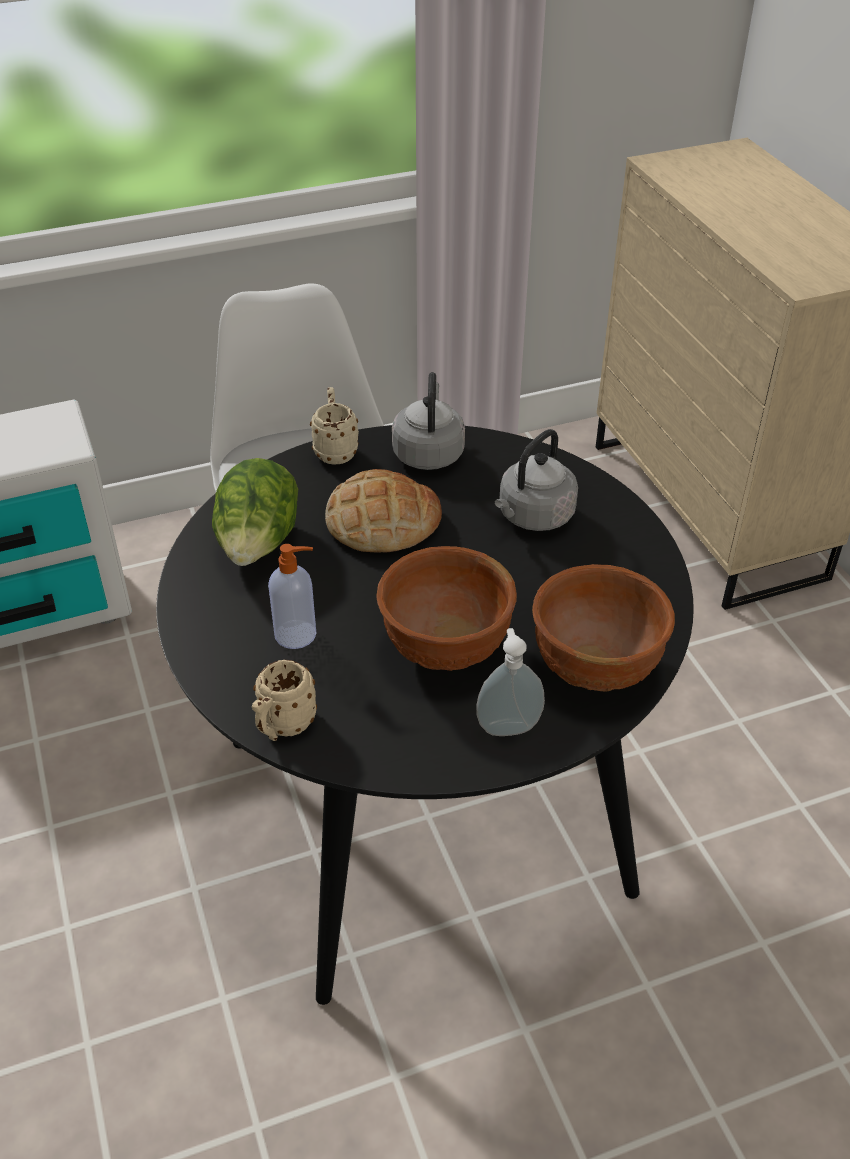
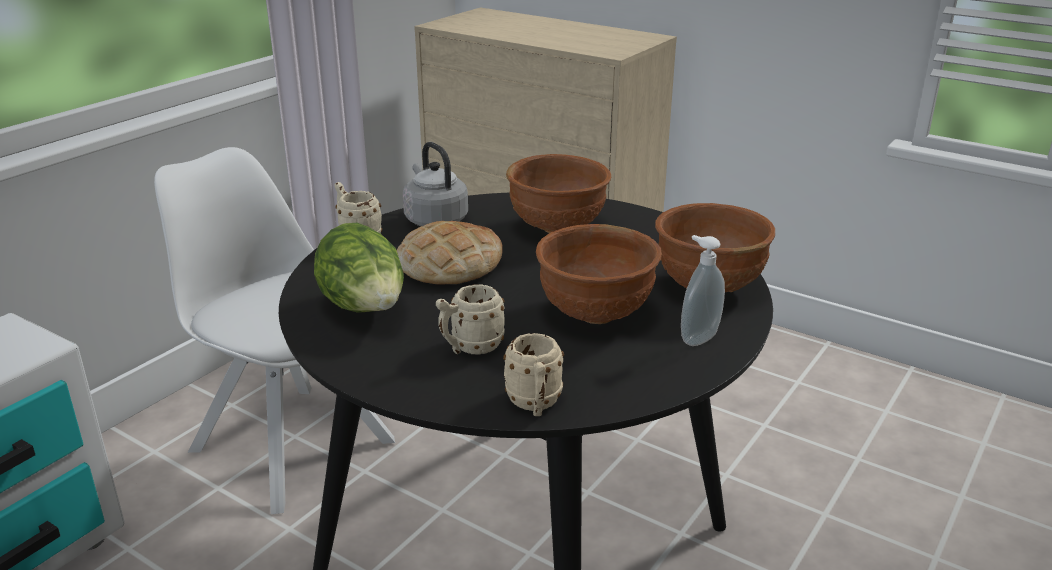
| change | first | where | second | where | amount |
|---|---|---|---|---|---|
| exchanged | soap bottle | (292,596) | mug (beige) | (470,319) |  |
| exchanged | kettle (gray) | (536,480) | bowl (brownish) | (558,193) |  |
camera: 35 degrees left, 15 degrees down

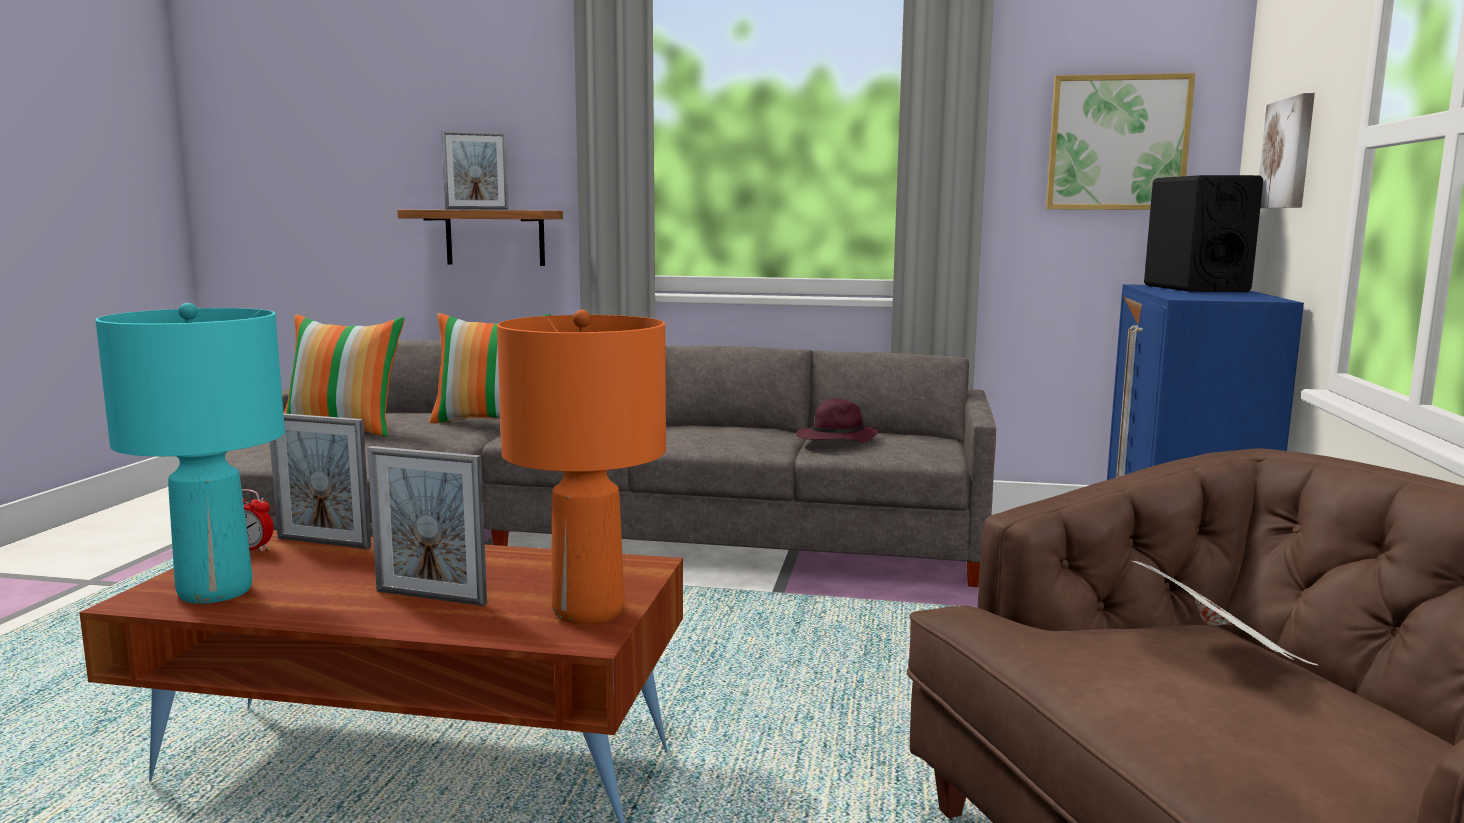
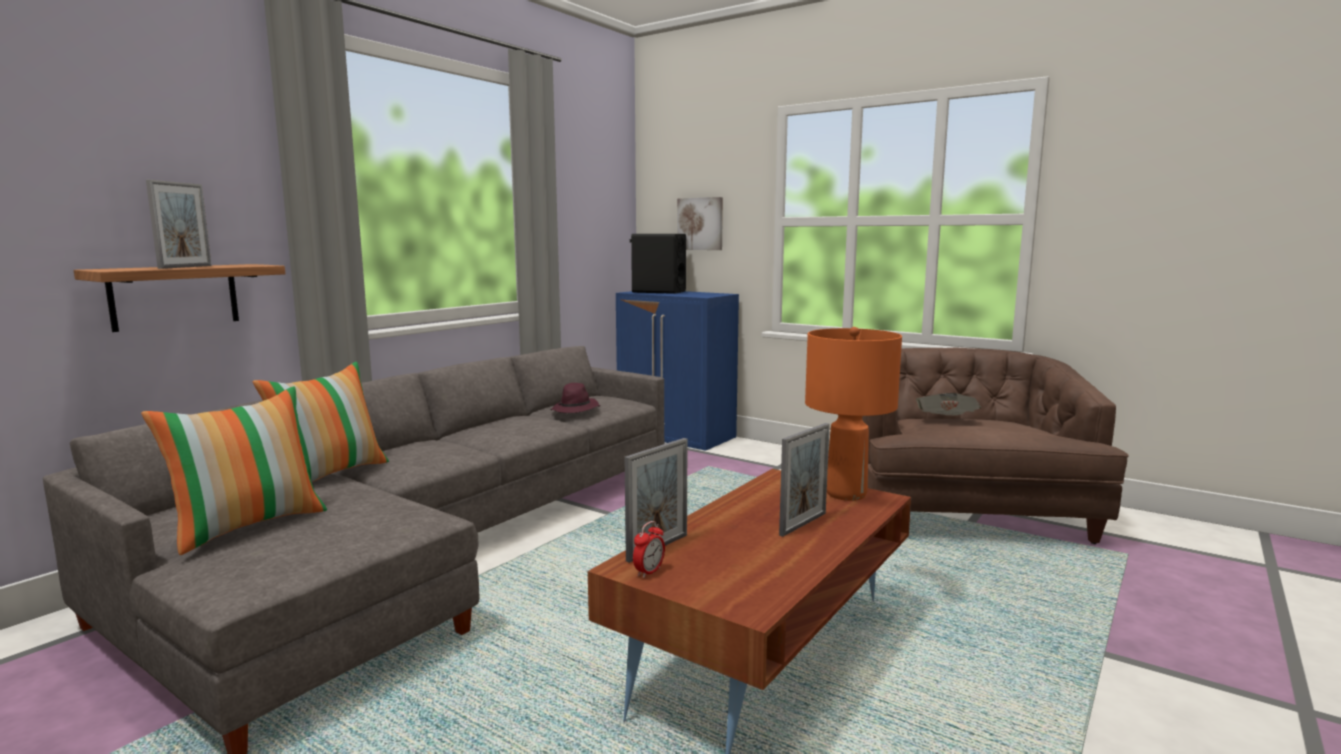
| change | first | where | second | where | amount |
|---|---|---|---|---|---|
| missing | lamp for a table (blue-green) | (190,453) |  |  |  |
| missing | picture | (1120,141) |  |  |  |
camera: 65 degrees left, 0 degrees up

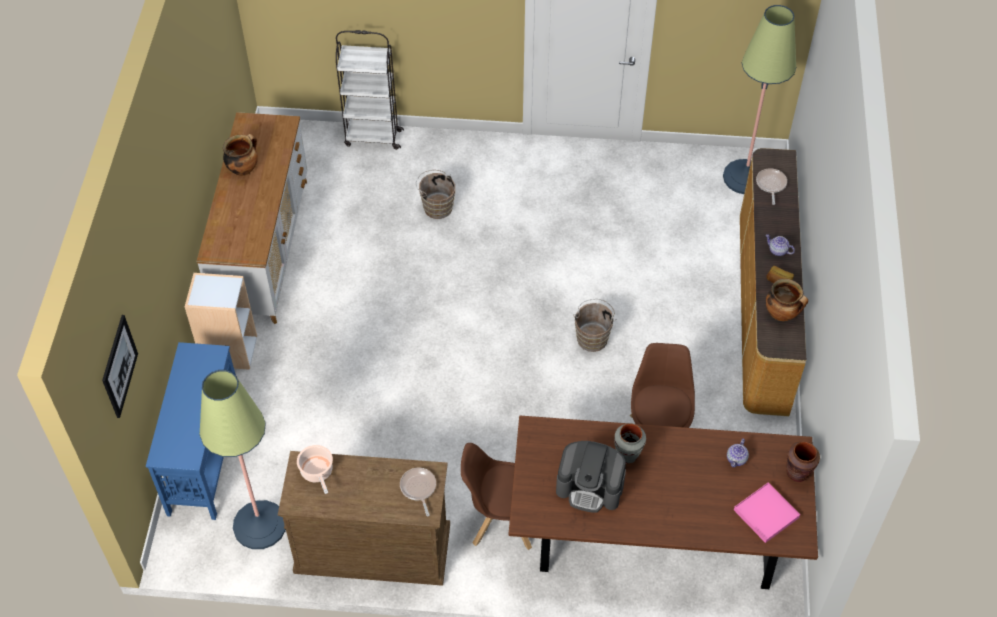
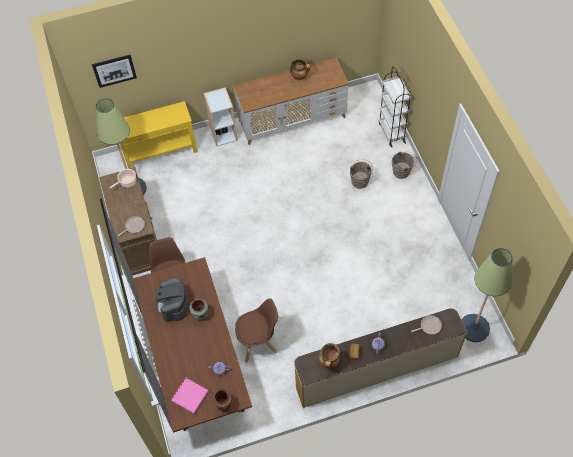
| change | first | where | second | where | amount |
|---|---|---|---|---|---|
| colour | hall table (bluish) | (191,431) | hall table (yellow) | (158,135) |  |
| relocated | pail (brownish) | (595,325) |  | (404,165) |  |
camera: 70 degrees right, 5 degrees up

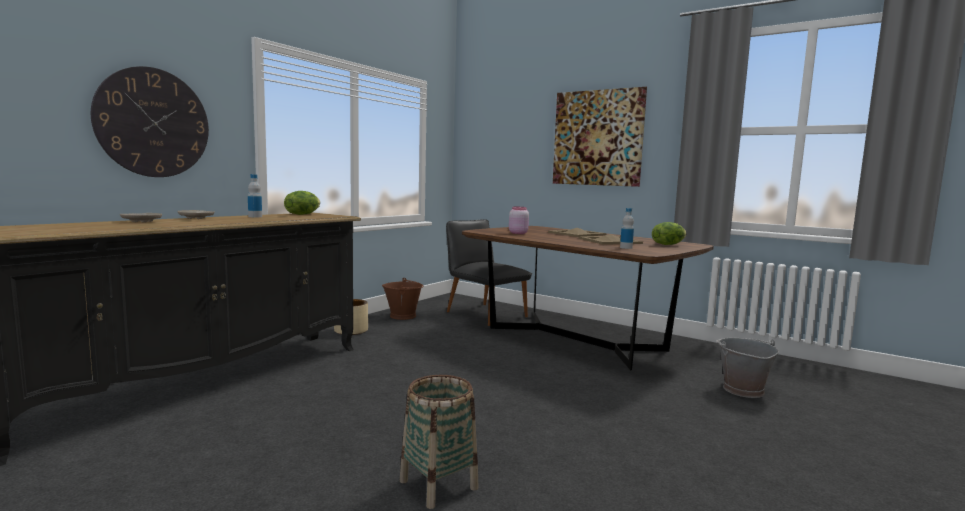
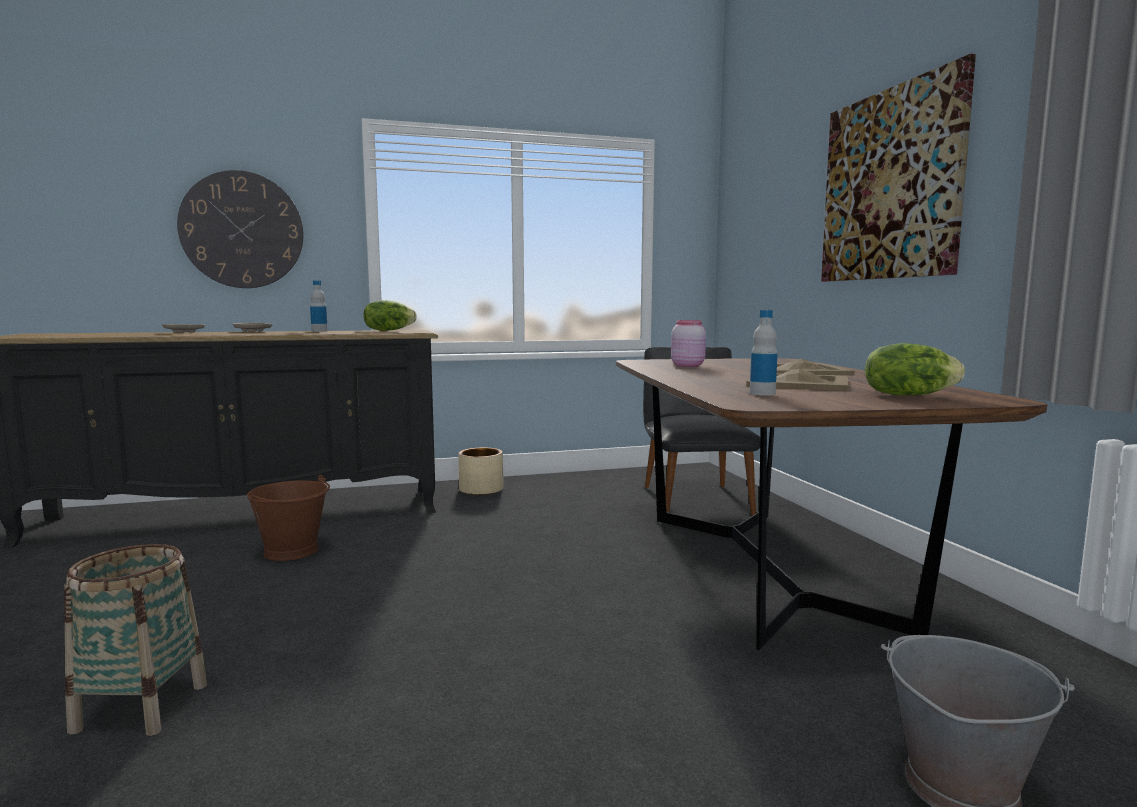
| change | first | where | second | where | amount |
|---|---|---|---|---|---|
| relocated | pail (brownish) | (402,299) |  | (288,517) |  |
camera: 40 degrees right, 0 degrees up

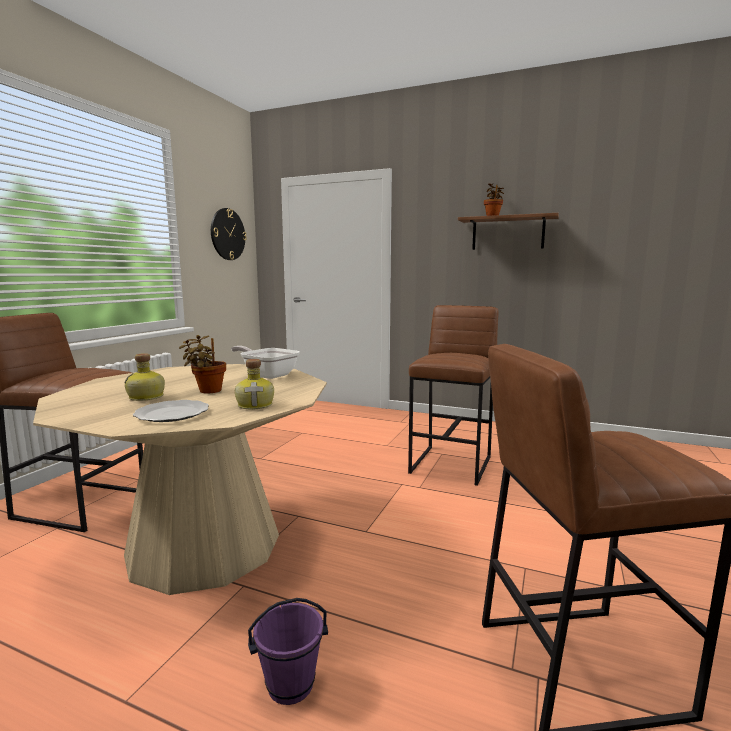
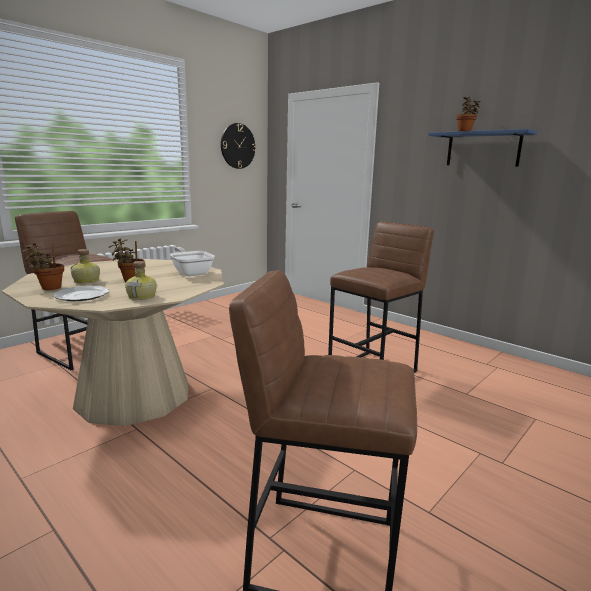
| change | first | where | second | where | amount |
|---|---|---|---|---|---|
| appeared |  |  | houseplant | (43,266) |  |
| colour | wall shelf (brownish) | (508,231) | wall shelf (bluish) | (483,147) |  |
| missing | pail (purple) | (288,651) |  |  |  |
camera: 20 degrees right, 5 degrees up

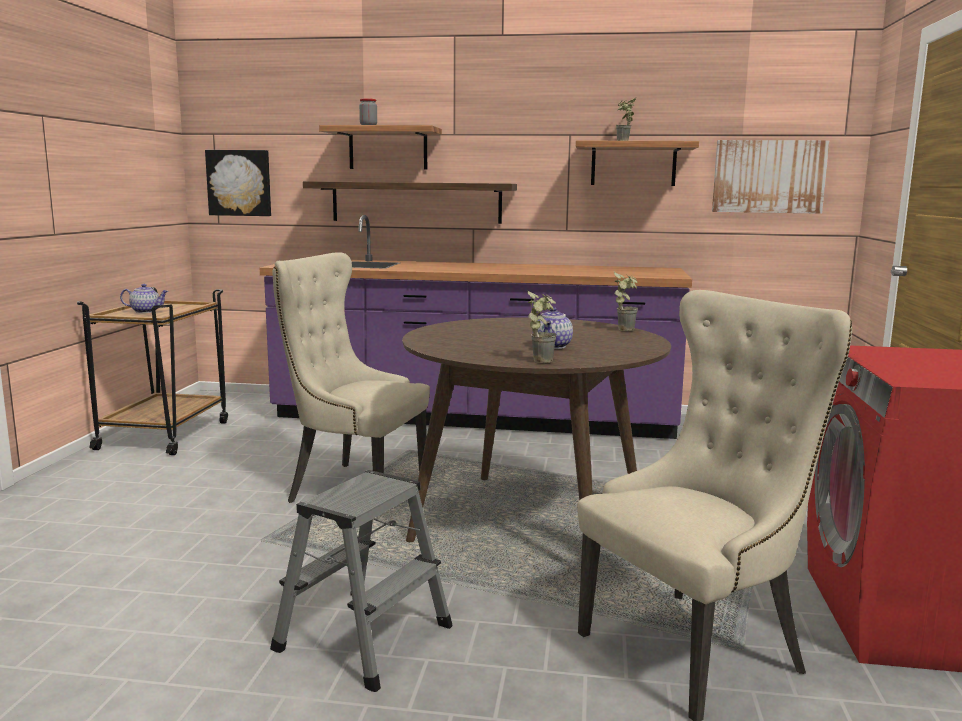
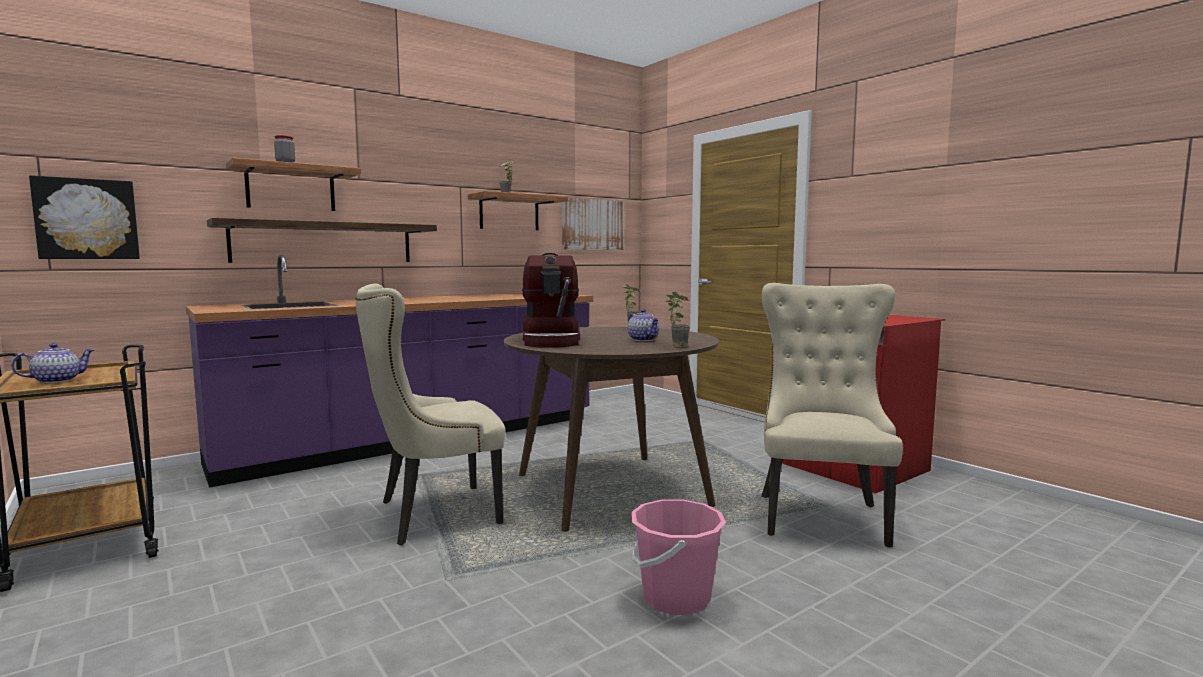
| change | first | where | second | where | amount |
|---|---|---|---|---|---|
| appeared |  |  | coffee machine | (551,300) |  |
| exchanged | step stool (gray) | (361,581) | pail (pink-coloured) | (678,557) |  |
camera: 45 degrees left, 5 degrees down

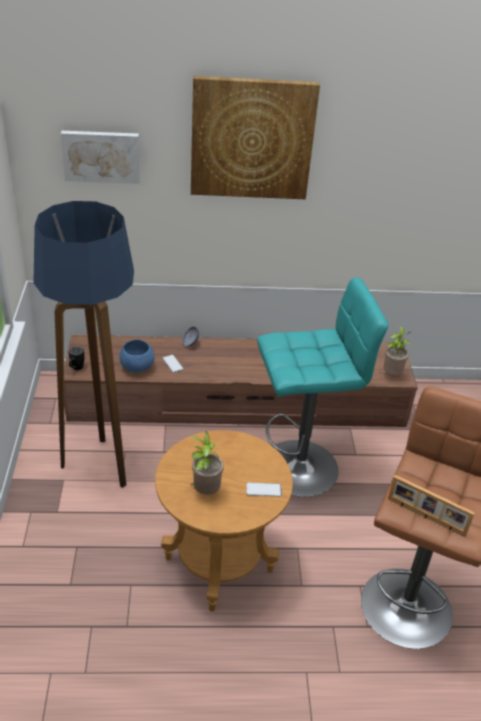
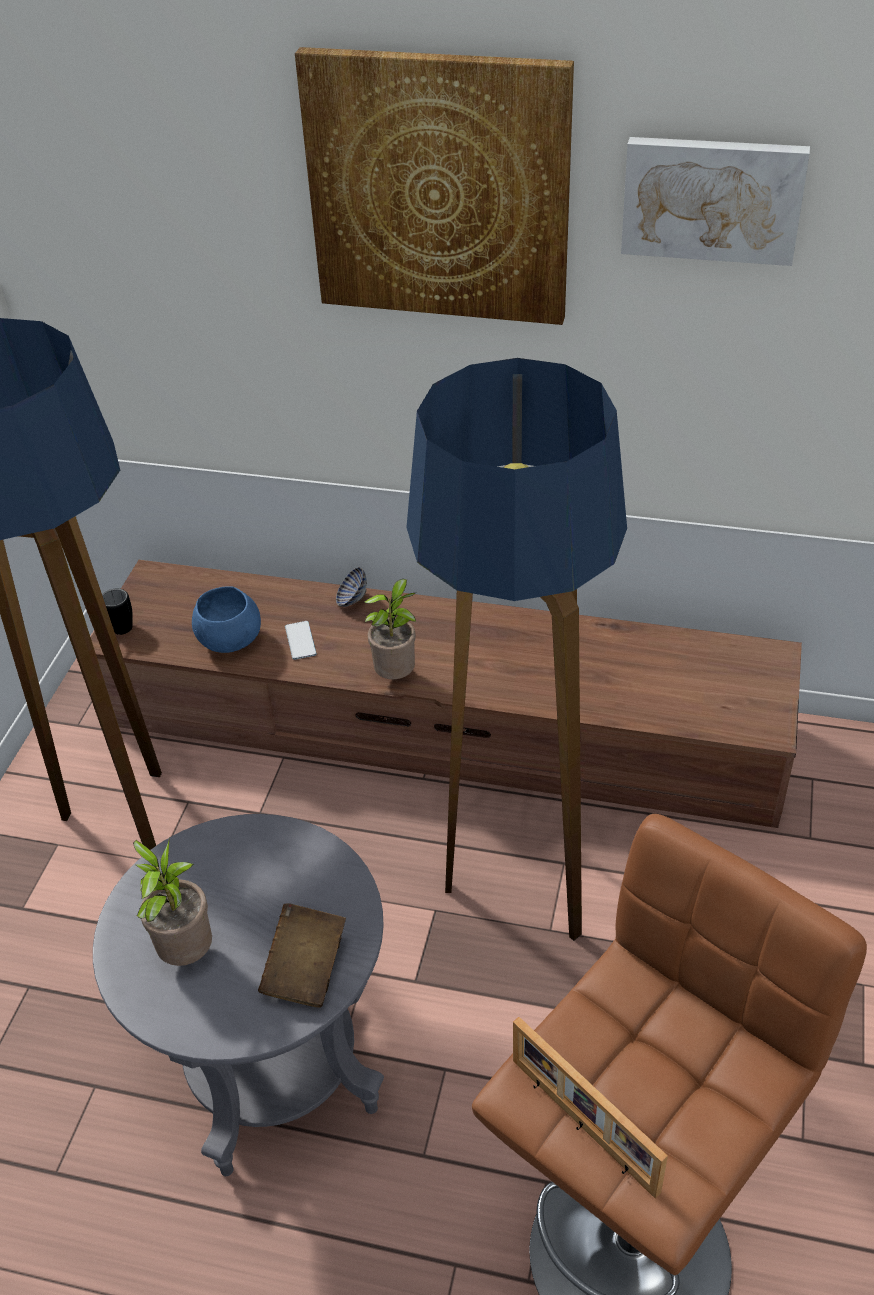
| change | first | where | second | where | amount |
|---|---|---|---|---|---|
| colour | end table (brownish) | (224,521) | end table (gray) | (238,995) |  |
| exchanged | telephone | (264,489) | book (brownish) | (302,955) |  |
| relocated | houseplant | (397,350) |  | (390,629) |  |
| exchanged | stool (blue-green) | (322,387) | standard lamp | (516,649) |  |
| relocated | picture | (100,157) |  | (715,201) |  |
camera: 20 degrees right, 5 degrees up

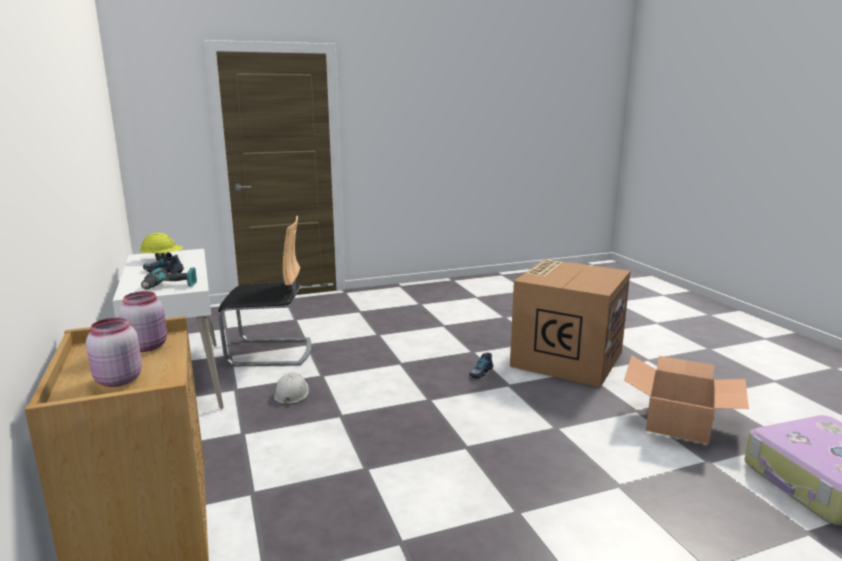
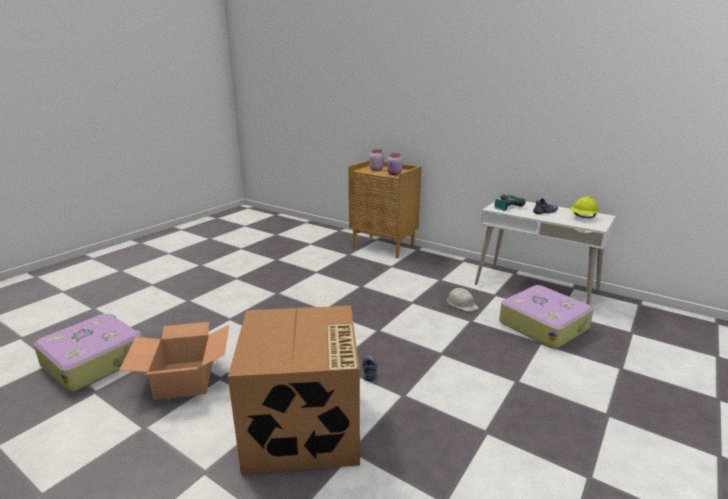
| change | first | where | second | where | amount |
|---|---|---|---|---|---|
| exchanged | chair | (265,291) | suitcase | (546,317) |  |
camera: 145 degrees right, 5 degrees up

